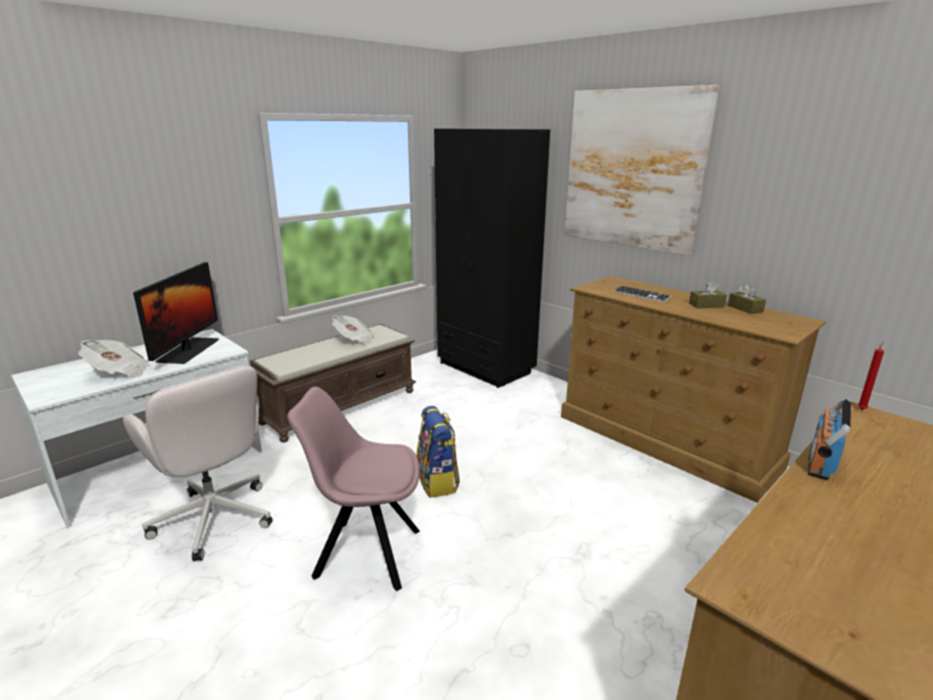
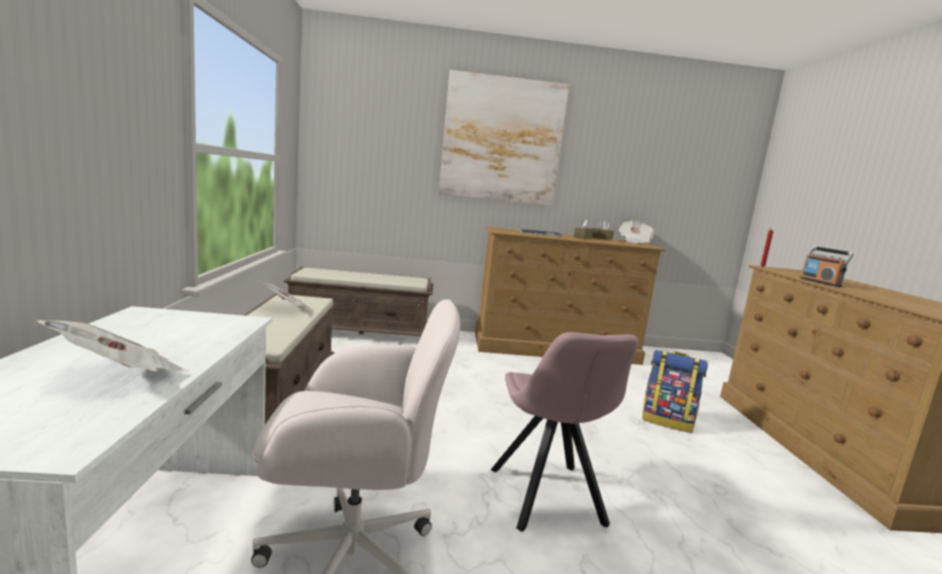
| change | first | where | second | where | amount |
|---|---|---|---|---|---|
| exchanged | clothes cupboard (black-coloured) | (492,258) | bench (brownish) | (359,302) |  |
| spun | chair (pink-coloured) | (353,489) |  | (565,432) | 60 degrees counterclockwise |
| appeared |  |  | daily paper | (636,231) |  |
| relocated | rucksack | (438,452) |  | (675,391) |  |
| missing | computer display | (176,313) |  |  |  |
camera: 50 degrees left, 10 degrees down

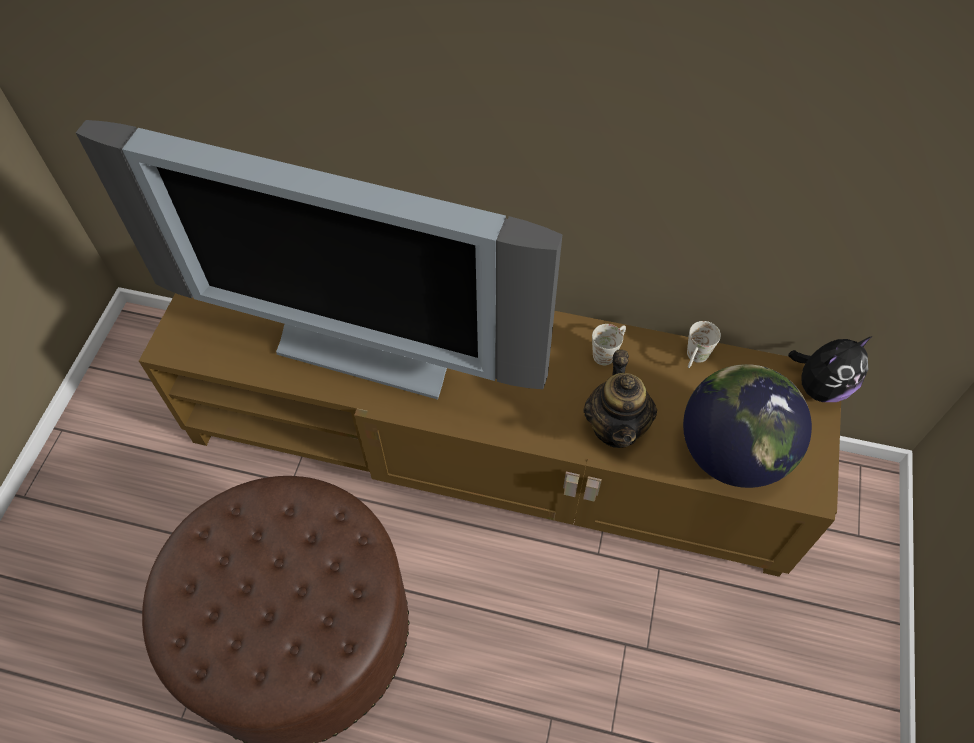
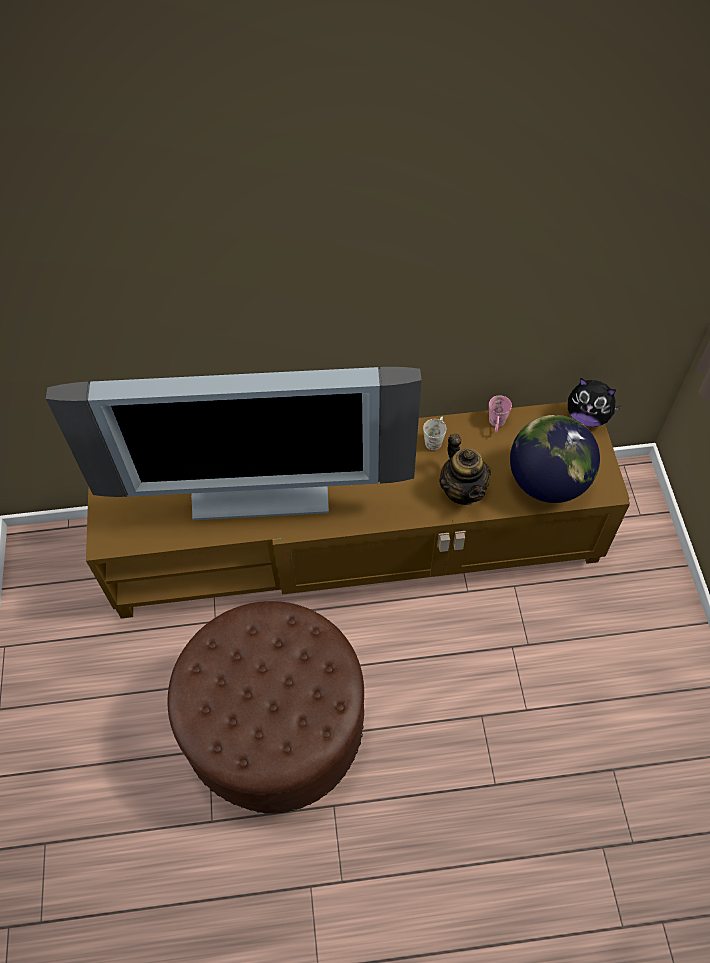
| change | first | where | second | where | amount |
|---|---|---|---|---|---|
| colour | mug (whitish) | (704,344) | mug (pink-coloured) | (500,414) |  |
| spun | cuddly toy | (830,369) |  | (595,402) | 75 degrees clockwise |
camera: 20 degrees left, 0 degrees up

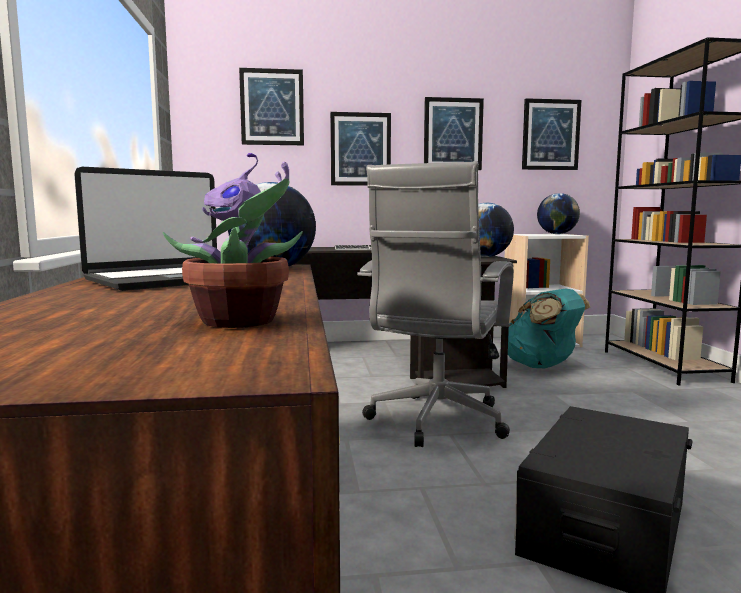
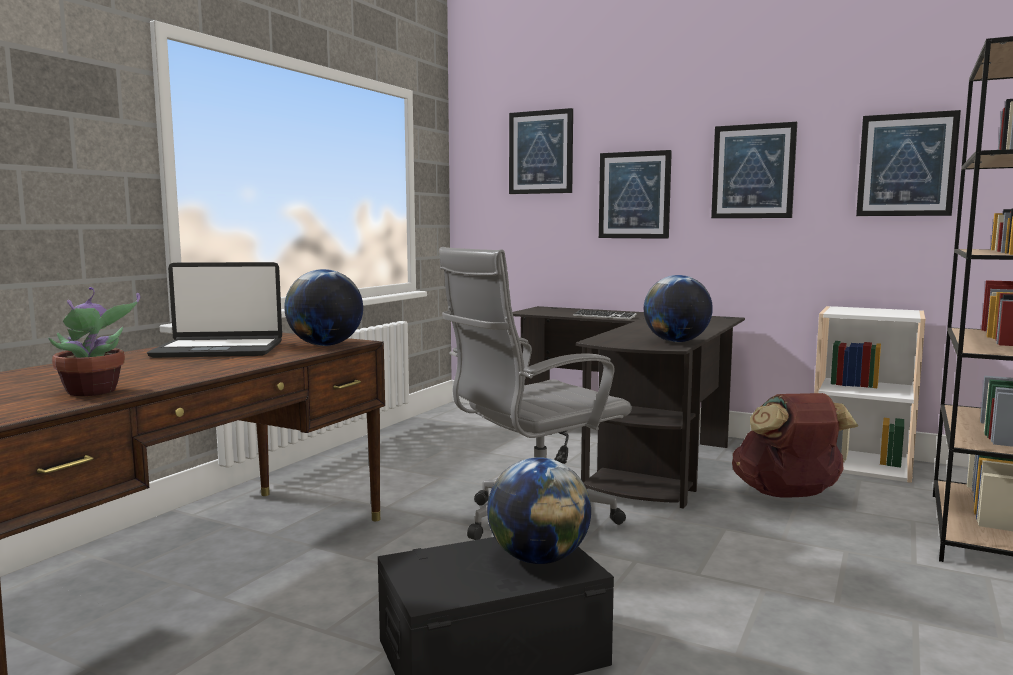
| change | first | where | second | where | amount |
|---|---|---|---|---|---|
| relocated | desk globe | (558,213) |  | (539,510) |  |
| colour | rucksack (blue-green) | (549,328) | rucksack (brownish) | (795,445) |  |
camera: 35 degrees right, 0 degrees up

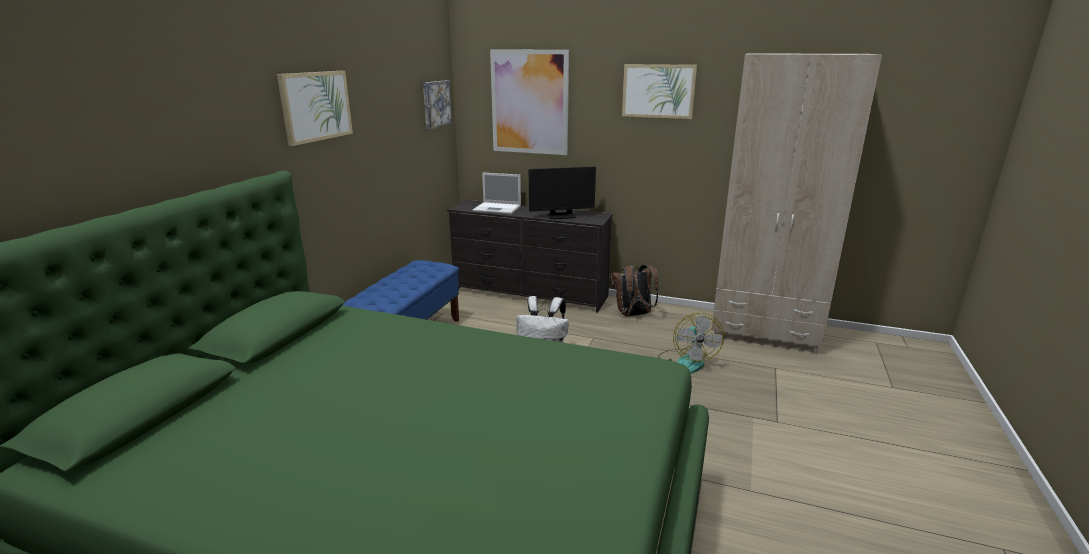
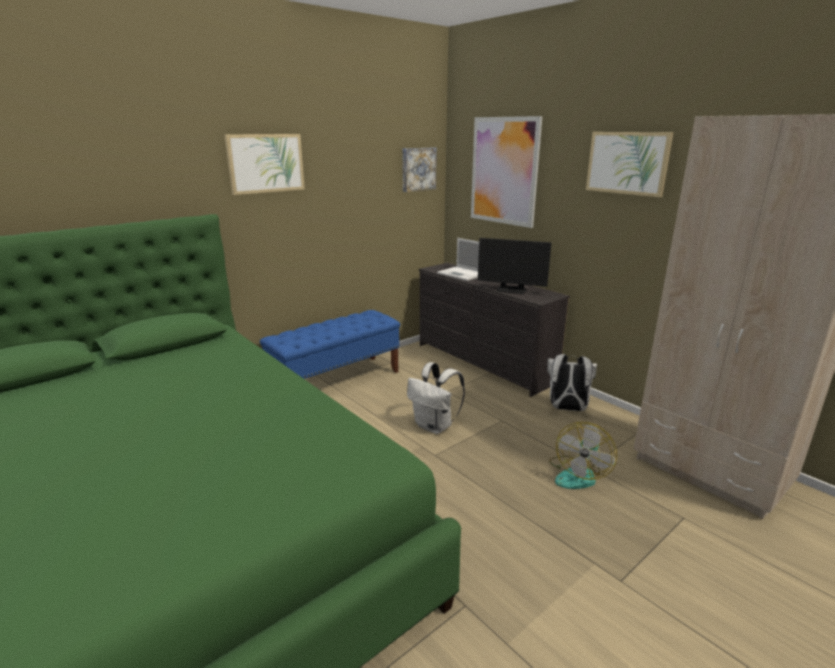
| change | first | where | second | where | amount |
|---|---|---|---|---|---|
| colour | rucksack (brownish) | (635,290) | rucksack (whitish) | (572,382) |  |
camera: 30 degrees right, 0 degrees up

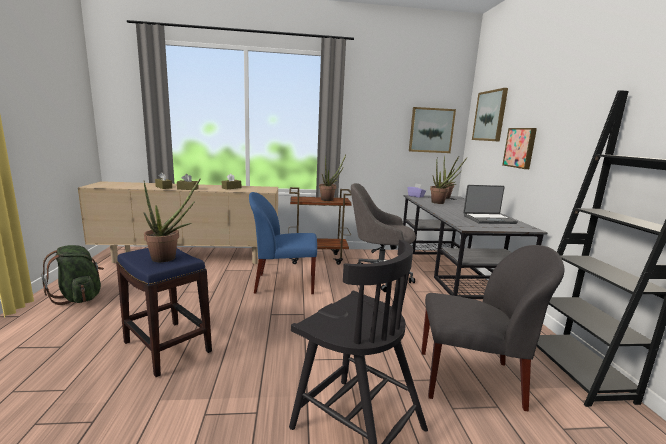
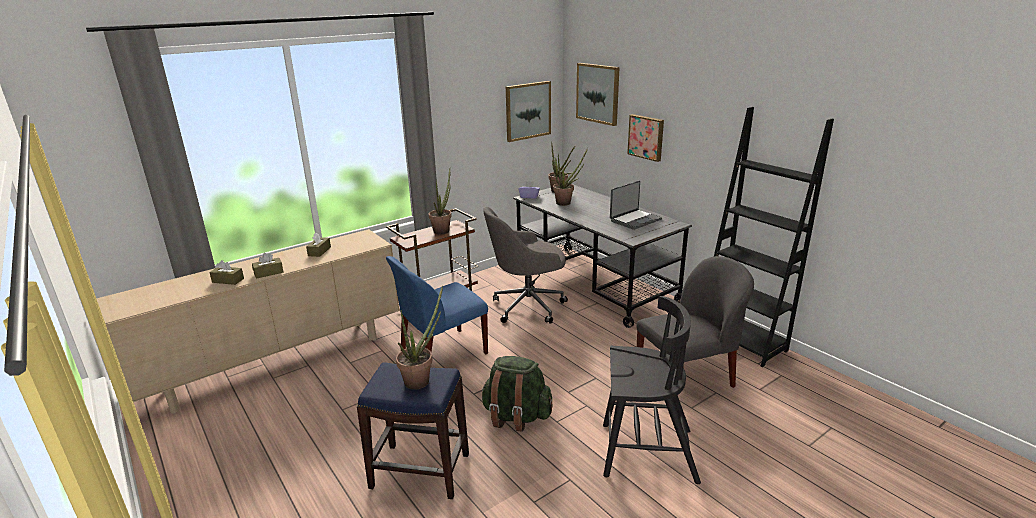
| change | first | where | second | where | amount |
|---|---|---|---|---|---|
| relocated | rucksack (green) | (72,275) |  | (516,394) |  |
camera: 30 degrees left, 10 degrees up

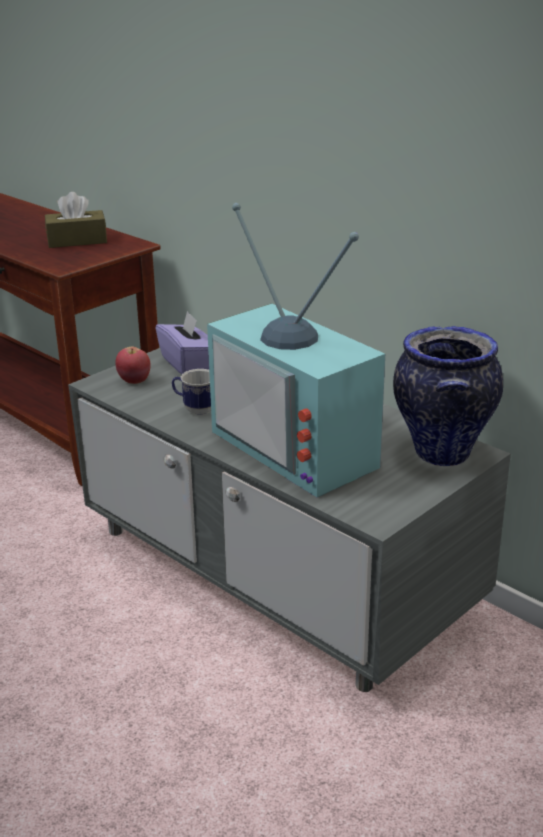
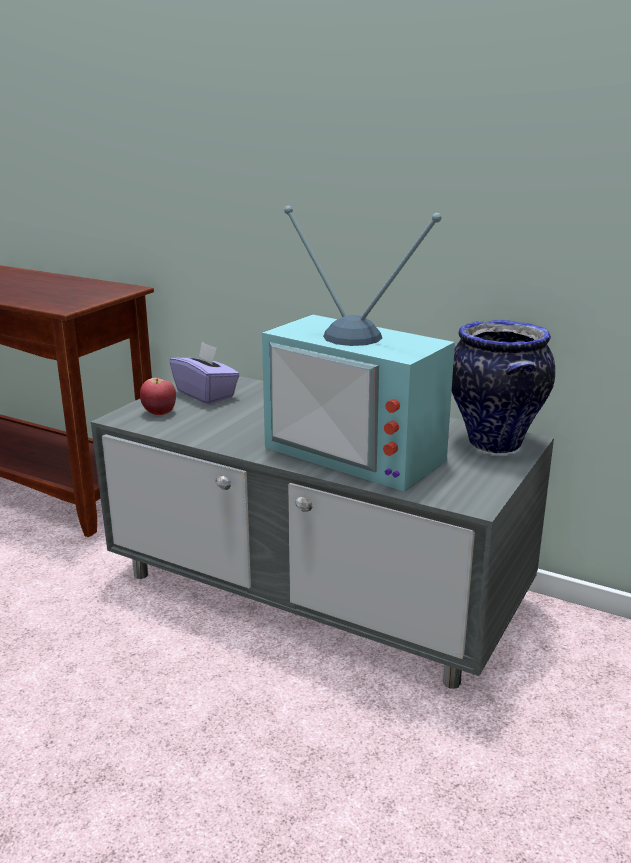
| change | first | where | second | where | amount |
|---|---|---|---|---|---|
| missing | box of tissues (brownish) | (76,220) |  |  |  |
| missing | mug | (191,392) |  |  |  |
camera: 15 degrees left, 5 degrees down

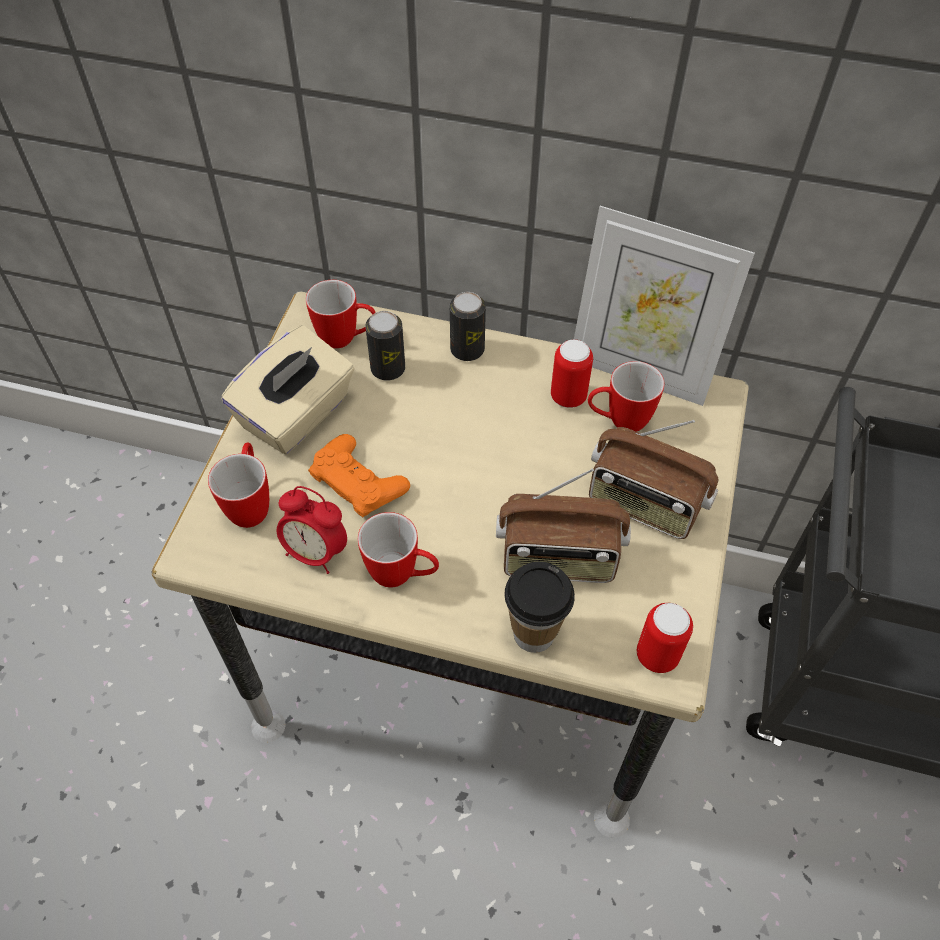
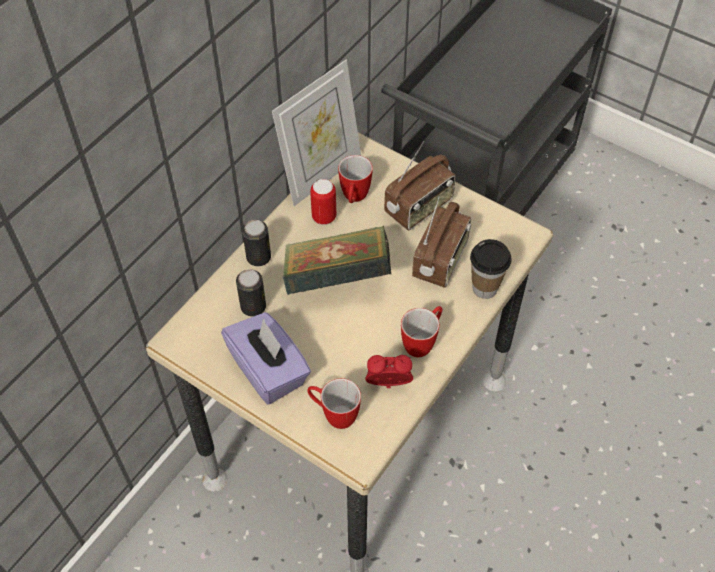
| change | first | where | second | where | amount |
|---|---|---|---|---|---|
| colour | box of tissues (beige) | (288,389) | box of tissues (purple) | (266,358) |  |
| appeared |  |  | book | (337,260) |  |
| spun | table clock | (311,530) |  | (389,371) | 135 degrees counterclockwise |
| missing | mug | (341,314) |  |  |  |
| missing | joypad (orangey) | (359,476) |  |  |  |
| missing | metal can | (665,638) |  |  |  |
camera: 70 degrees left, 0 degrees up

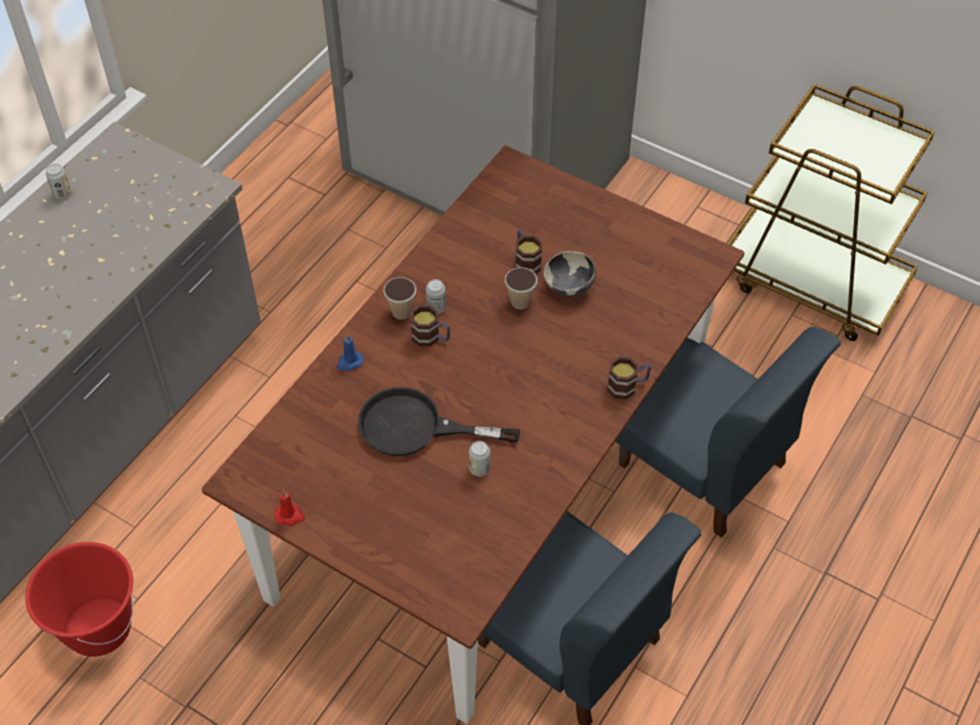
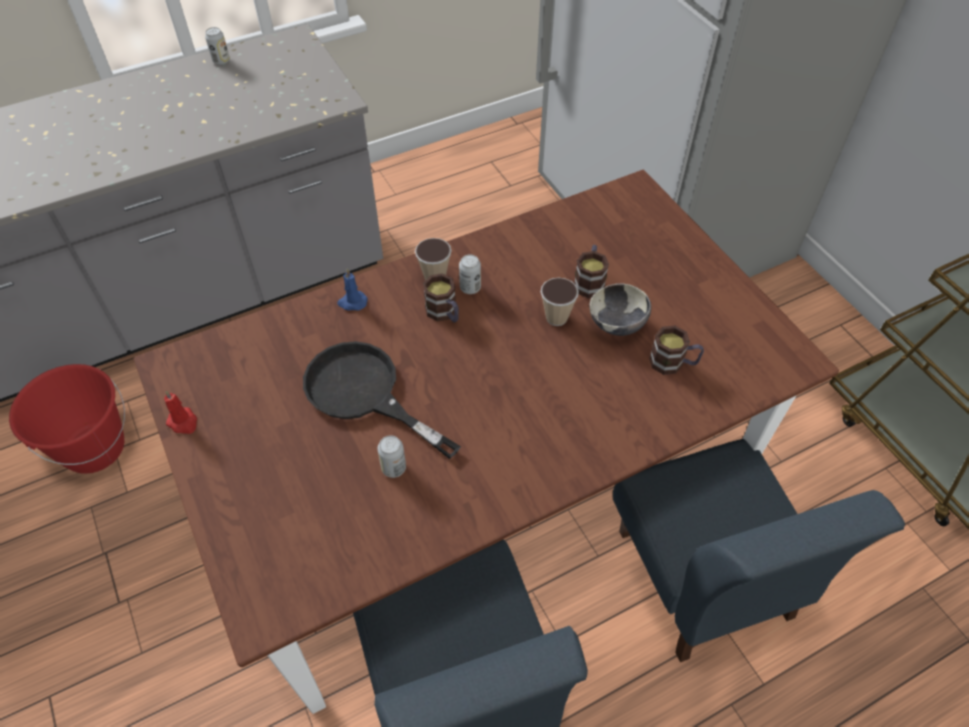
| change | first | where | second | where | amount |
|---|---|---|---|---|---|
| relocated | mug | (629,377) |  | (676,350) |  |
camera: 30 degrees right, 0 degrees up

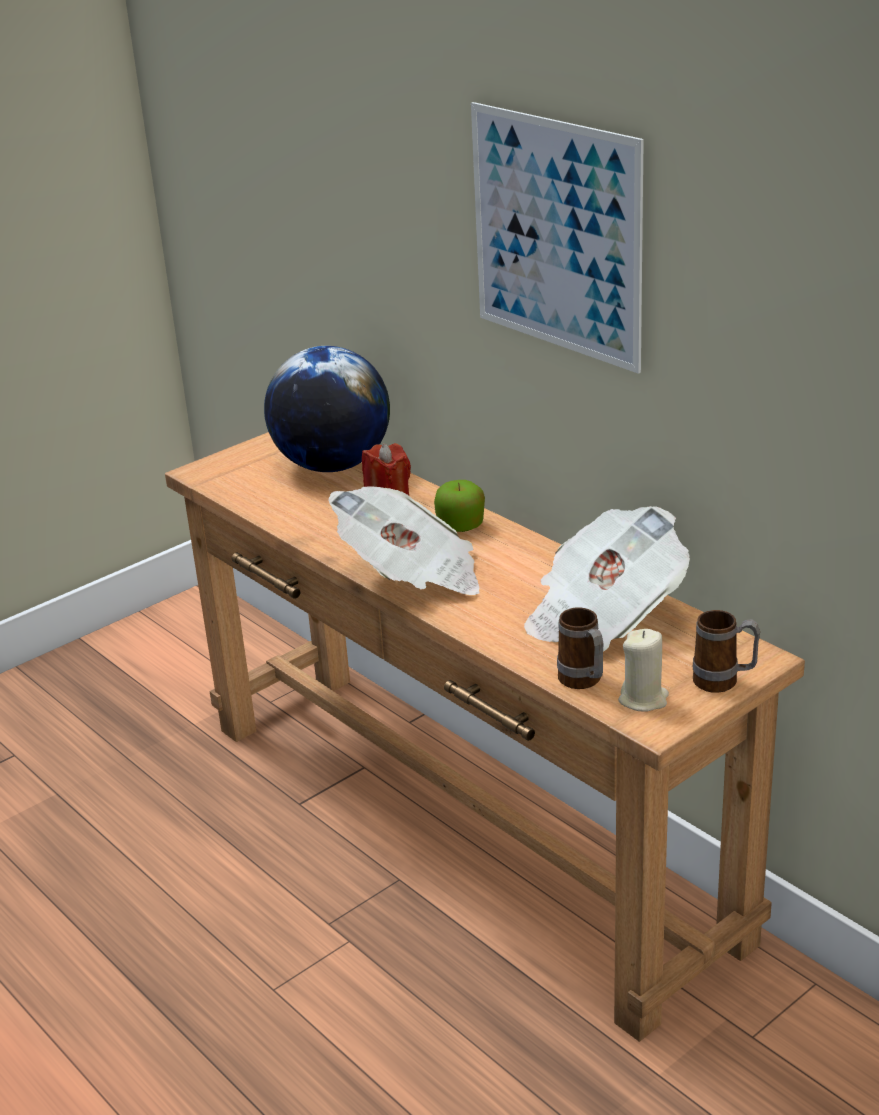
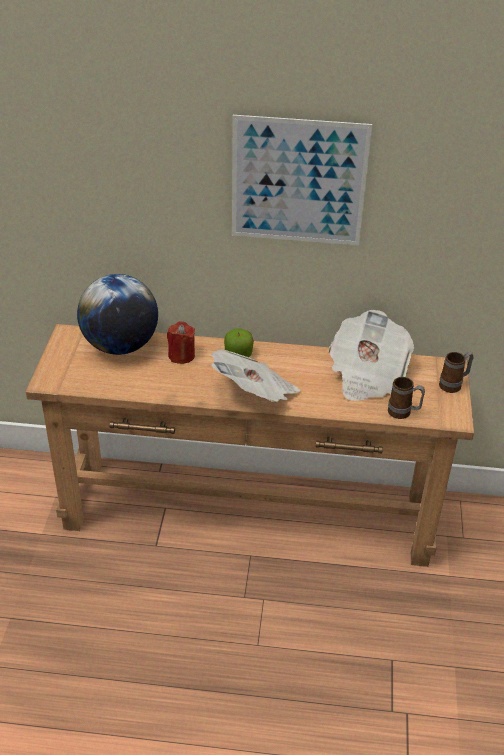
| change | first | where | second | where | amount |
|---|---|---|---|---|---|
| missing | wax candle (beige) | (643,670) |  |  |  |
camera: 45 degrees left, 10 degrees up

